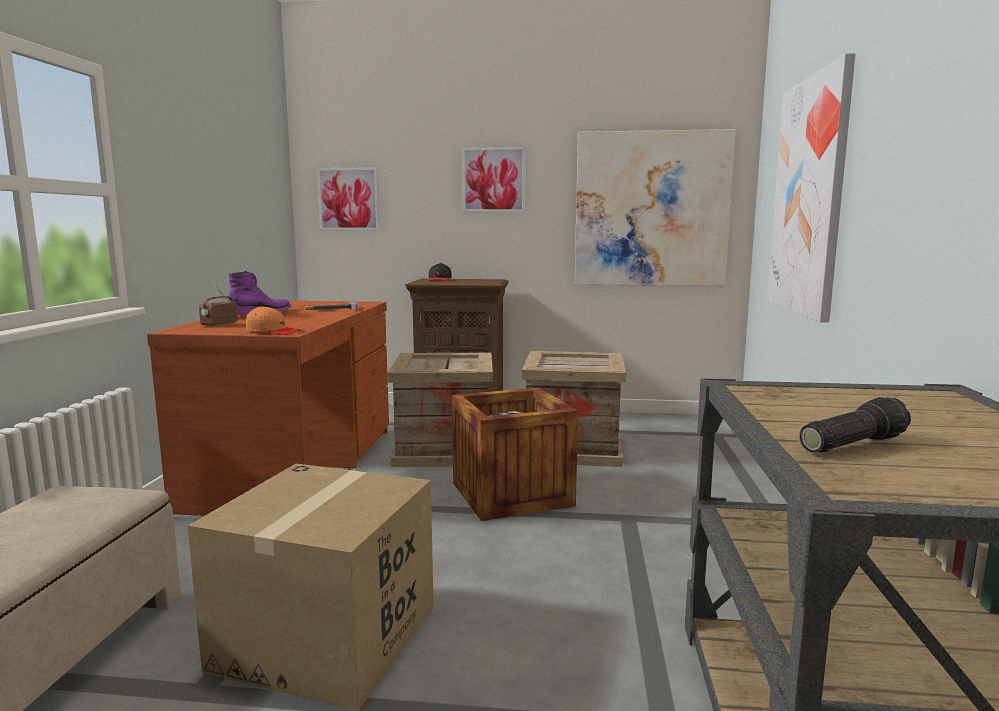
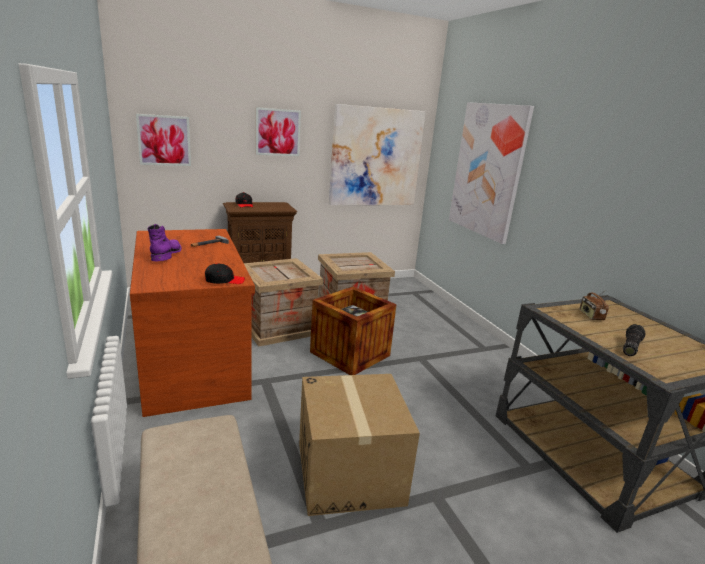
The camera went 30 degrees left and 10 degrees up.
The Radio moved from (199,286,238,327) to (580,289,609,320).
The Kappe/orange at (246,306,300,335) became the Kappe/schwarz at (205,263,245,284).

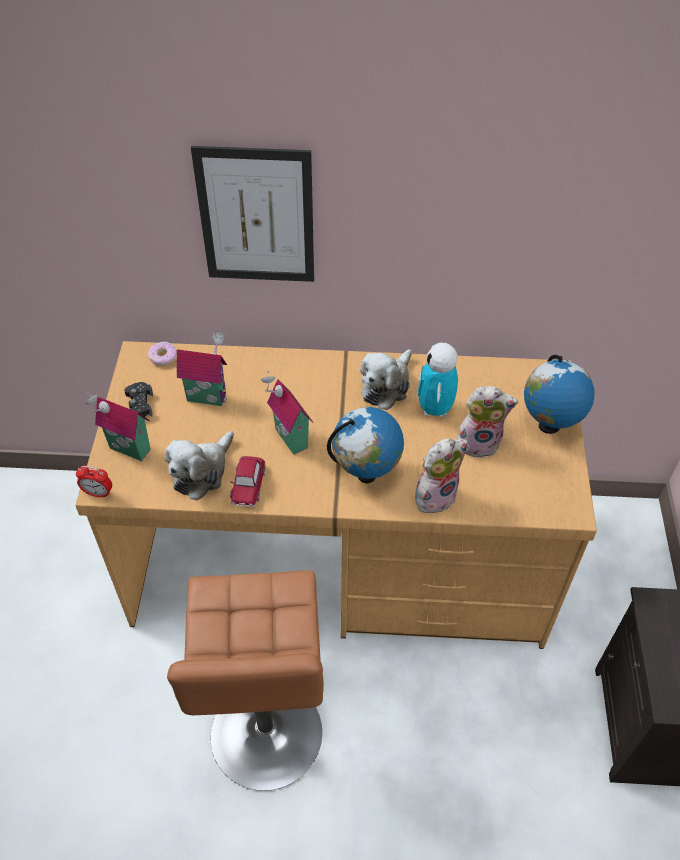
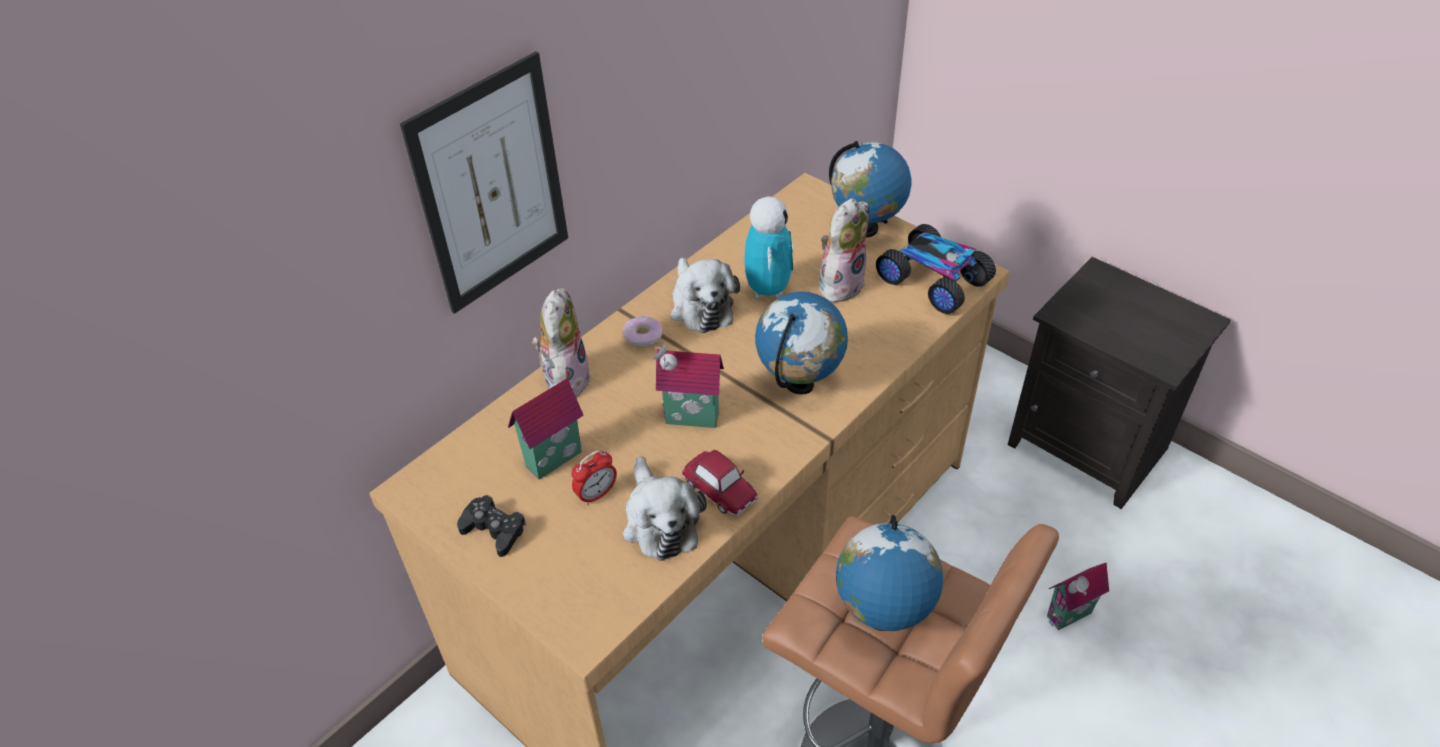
The camera went 50 degrees left and 5 degrees down.
The Wecker moved from (76,466,112,498) to (572,450,617,505).
The Spielzeughaus moved from (85,392,151,461) to (1047,563,1109,630).
The Donut moved from (148,341,177,366) to (623,316,663,348).
The Plüschtier moved from (415,438,468,513) to (532,288,590,397).
The Spielzeugroboter at (418,341,458,417) turned 135 degrees counterclockwise.
The Globus at (836,515,943,631) appeared.
The Spielzeugauto at (876,224,996,314) appeared.

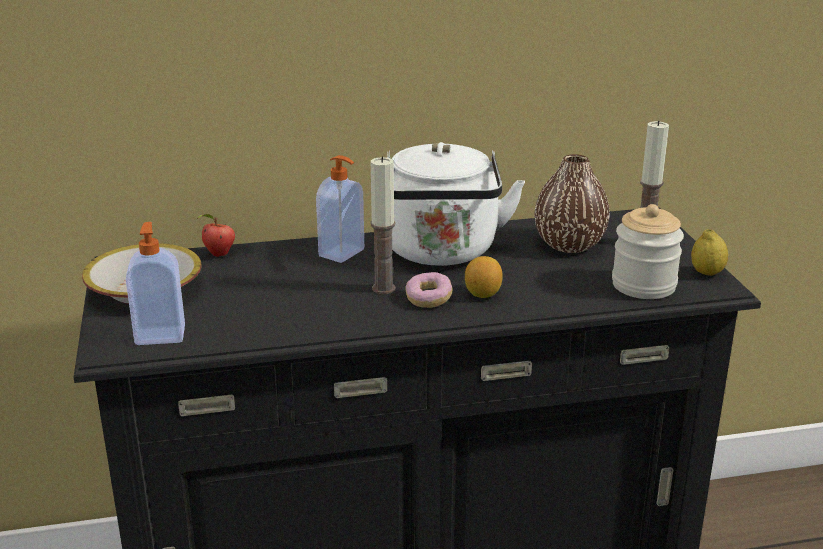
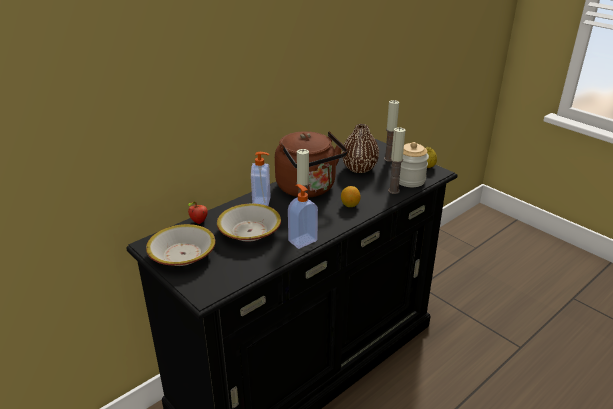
The camera went 30 degrees left and 5 degrees up.
The Seifenspender moved from (126,222,185,345) to (288,184,318,249).
The Wasserkessel/weiß at (387,142,525,266) became the Wasserkessel/braun at (275,131,348,198).
The Donut at (405,272,453,308) disappeared.
The Schüssel at (217,204,281,242) appeared.
The Kerze at (388,127,405,194) appeared.

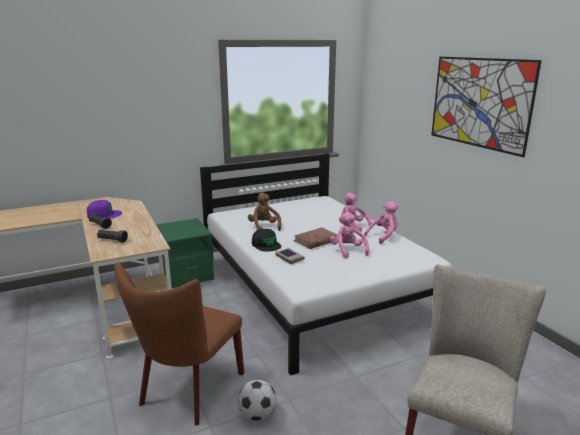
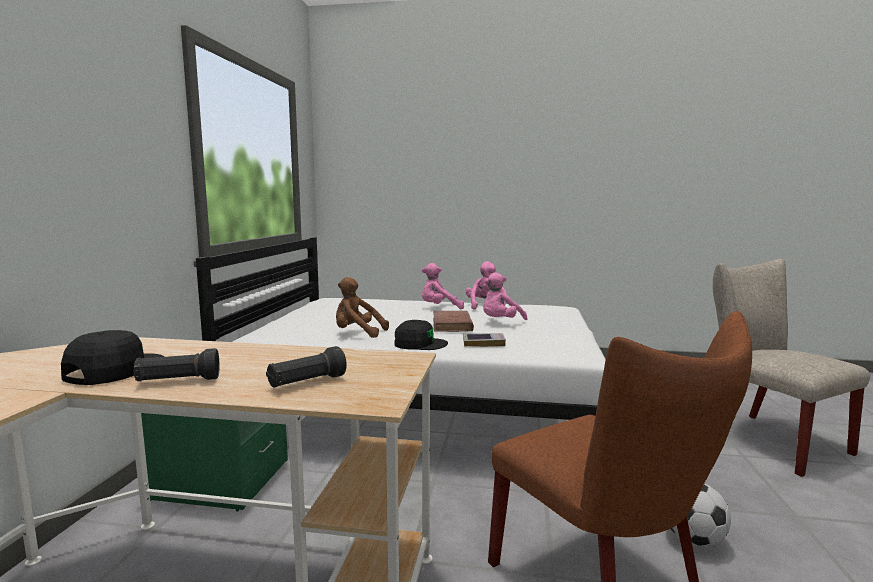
The camera went 55 degrees left and 10 degrees down.
The Kappe/lila at (87,200,122,219) became the Kappe/schwarz at (61,330,165,385).
The Plüschtier/rosa at (330,212,369,258) turned 60 degrees counterclockwise.
The Bild at (431,57,542,157) disappeared.

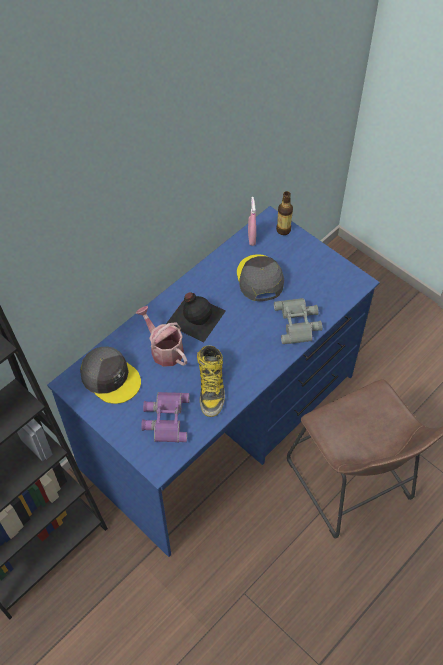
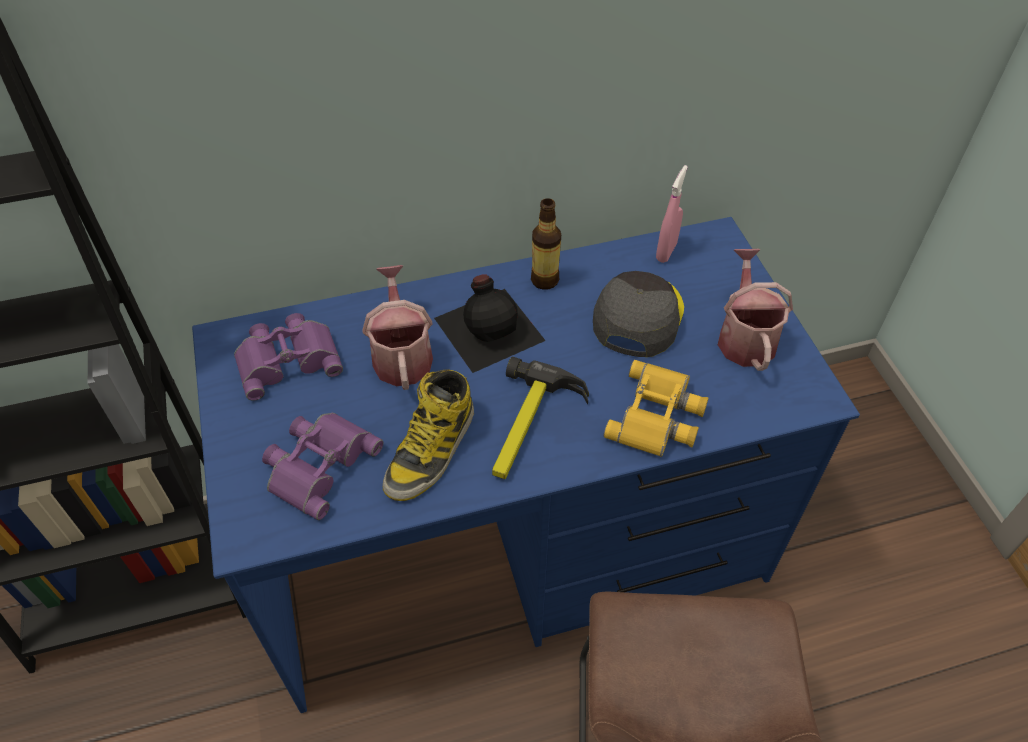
The camera went 30 degrees right and 5 degrees down.
The Kappe/grau at (80,347,141,404) was replaced by the Fernglas/lila at (234,313,343,401).
The Fernglas/grau at (274,298,322,344) became the Fernglas/gelb at (604,360,709,457).
The Flasche moved from (276,191,293,235) to (531,198,561,290).
The Hammer at (492,357,589,479) appeared.
The Gießkanne at (718,249,793,371) appeared.

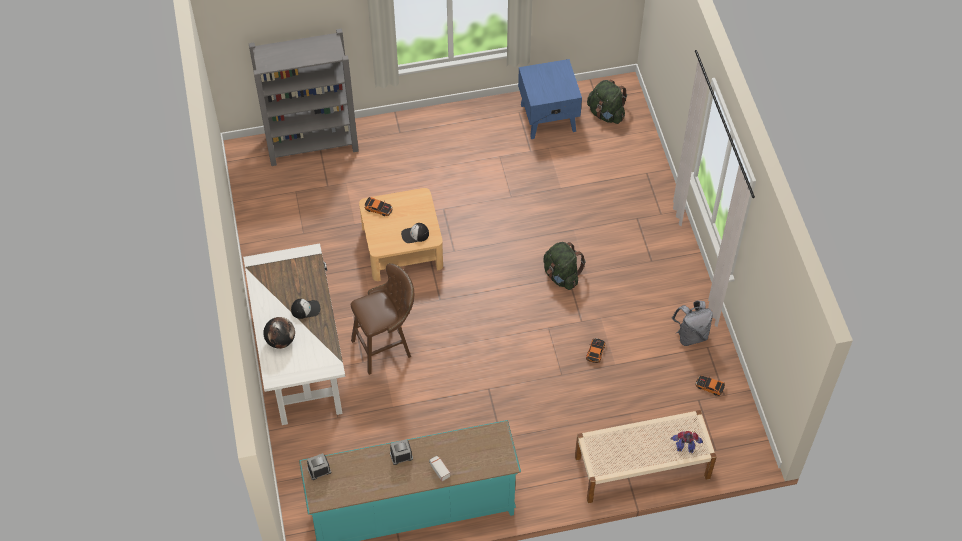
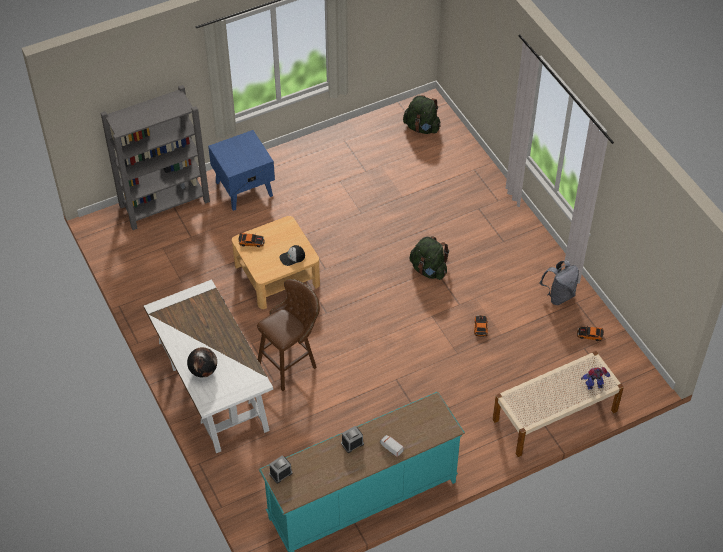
The camera went 15 degrees left and 5 degrees down.
The Kappe at (291,299,320,319) disappeared.
The Nachttisch/blau moved from (518,59,582,139) to (208,130,275,211).

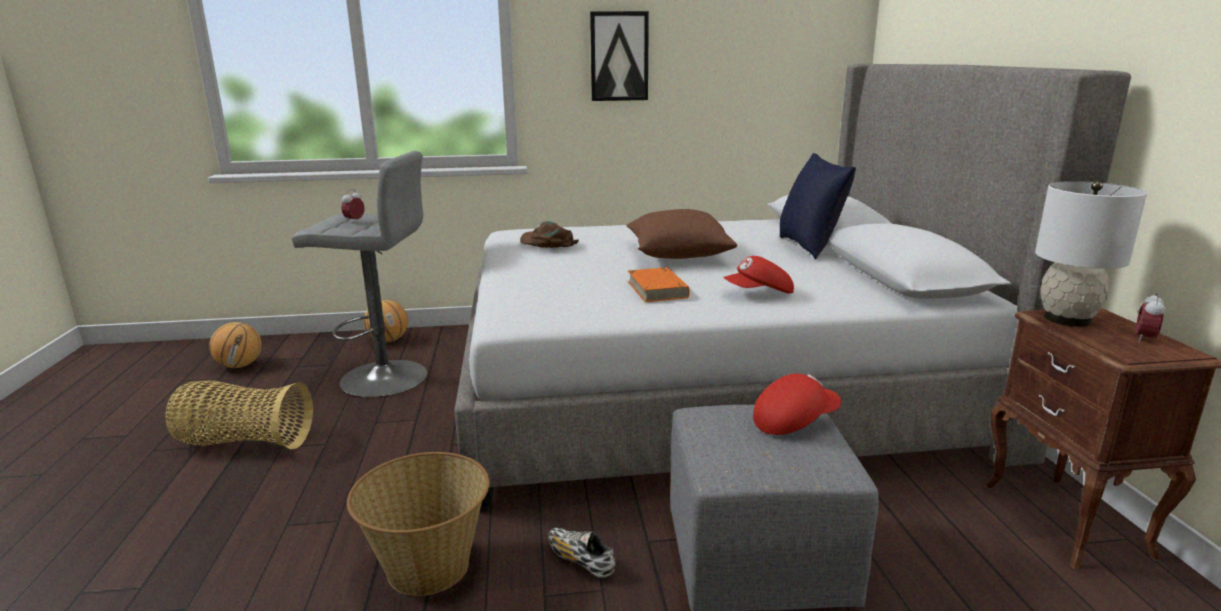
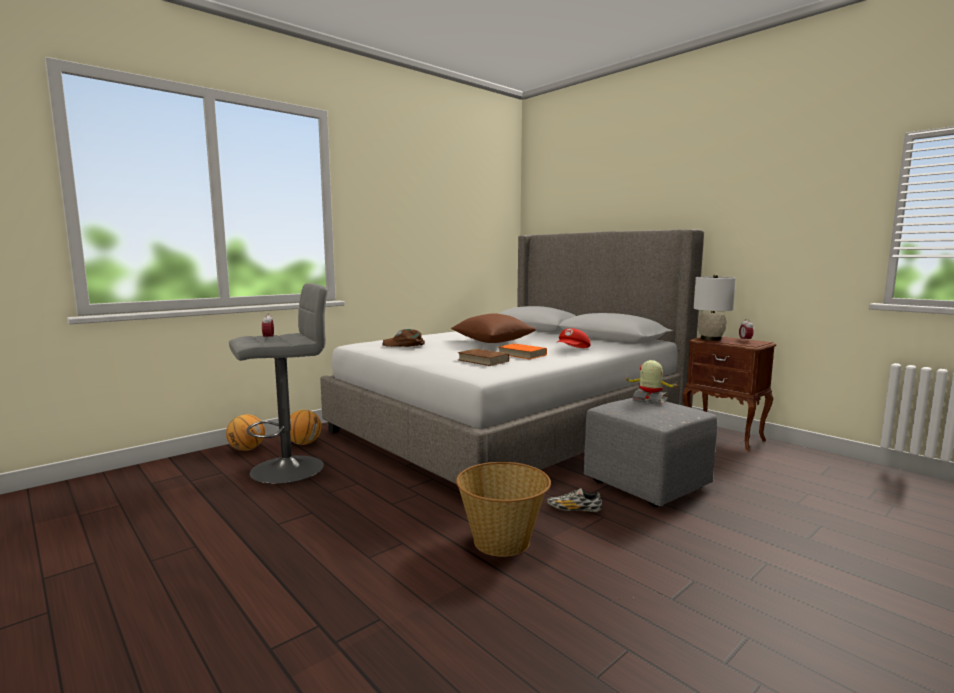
The camera went 35 degrees left and 10 degrees down.
The Korb at (165,380,313,449) disappeared.
The Basketball moved from (209,322,261,368) to (290,410,322,445).
The Bild at (590,11,649,101) disappeared.
The Kappe/rot at (753,374,841,435) was replaced by the Spielzeugroboter at (625,360,679,405).
The Kissen/blau at (780,153,856,259) disappeared.
The Buch/braun at (457,349,509,366) appeared.

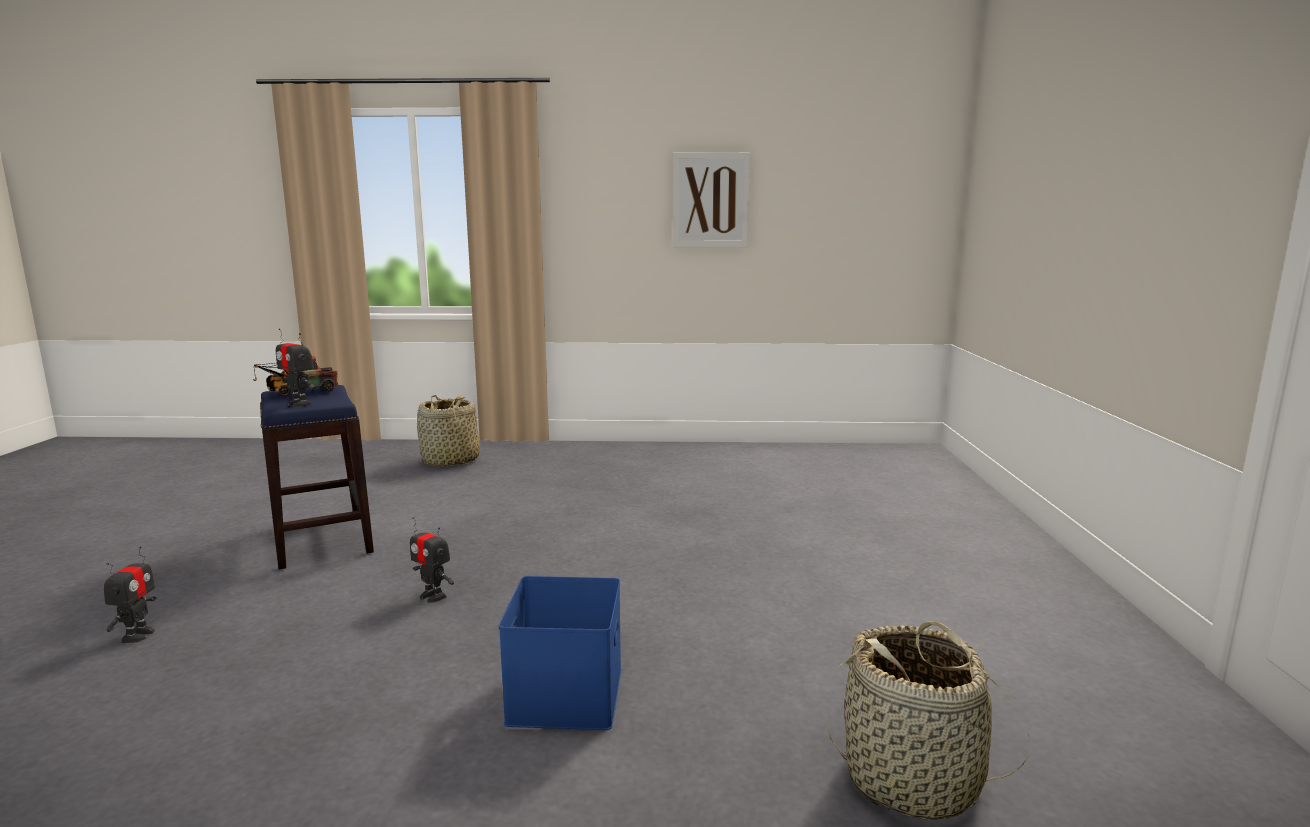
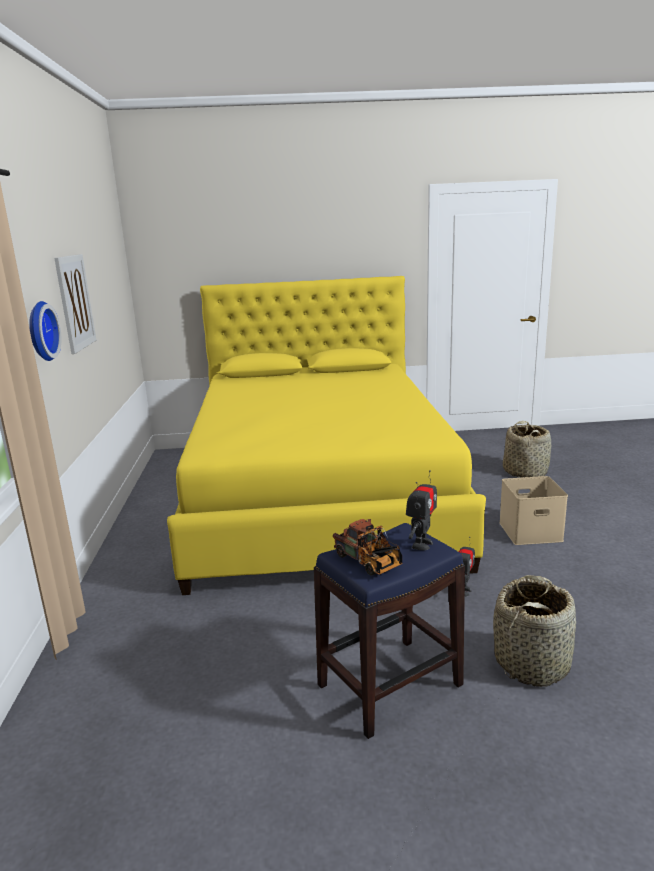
The camera went 95 degrees left and 5 degrees up.
The Spielzeugroboter at (104,546,157,643) disappeared.
The Korb moved from (417,394,480,467) to (493,575,576,687).
The Aufbewahrungsbox/blau at (499,576,621,730) became the Aufbewahrungsbox/beige at (499,476,568,545).
The Wanduhr at (29,301,61,361) appeared.
The Bett/gelb at (167,276,486,595) appeared.

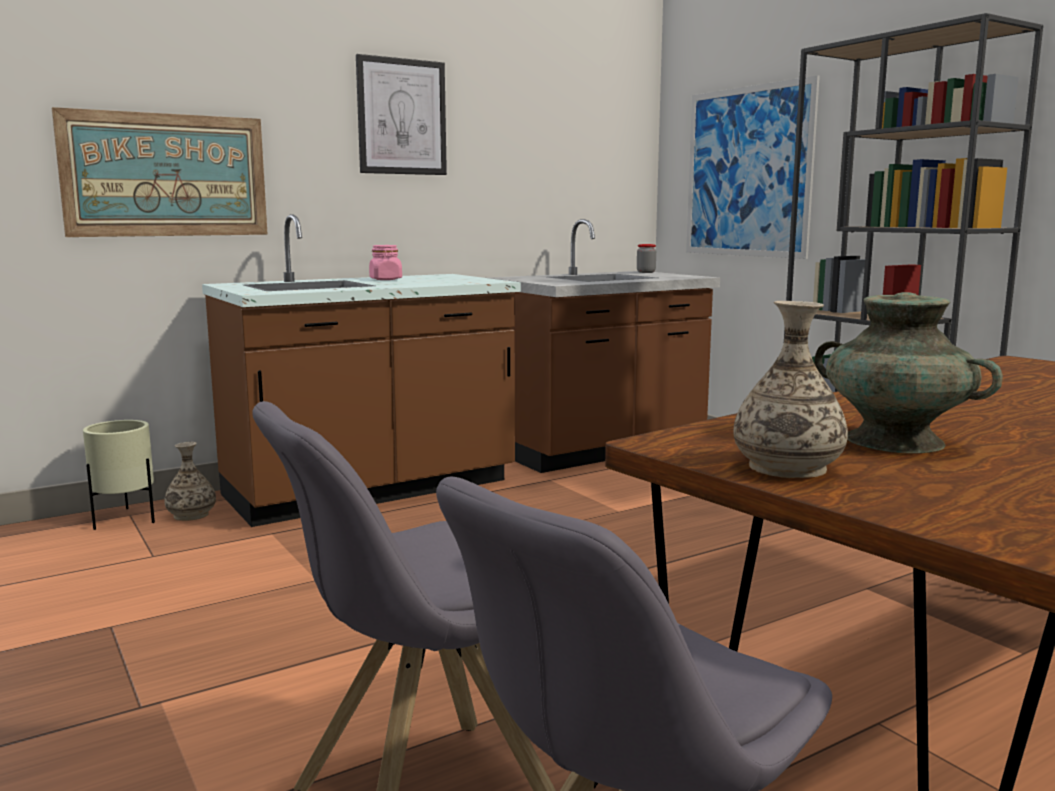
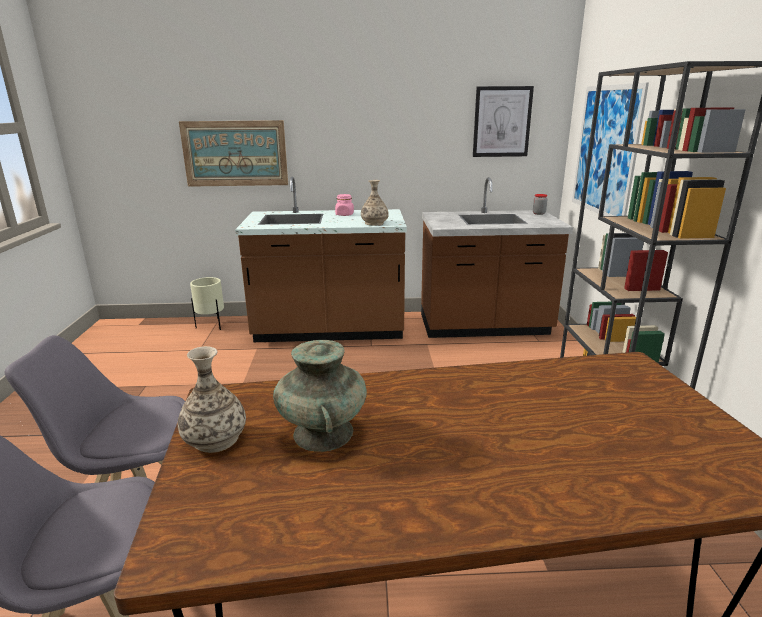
The camera went 30 degrees right and 10 degrees up.
The Vase moved from (164,442,216,521) to (361,180,389,225).
The Bild moved from (356,54,447,175) to (473,86,534,157).

